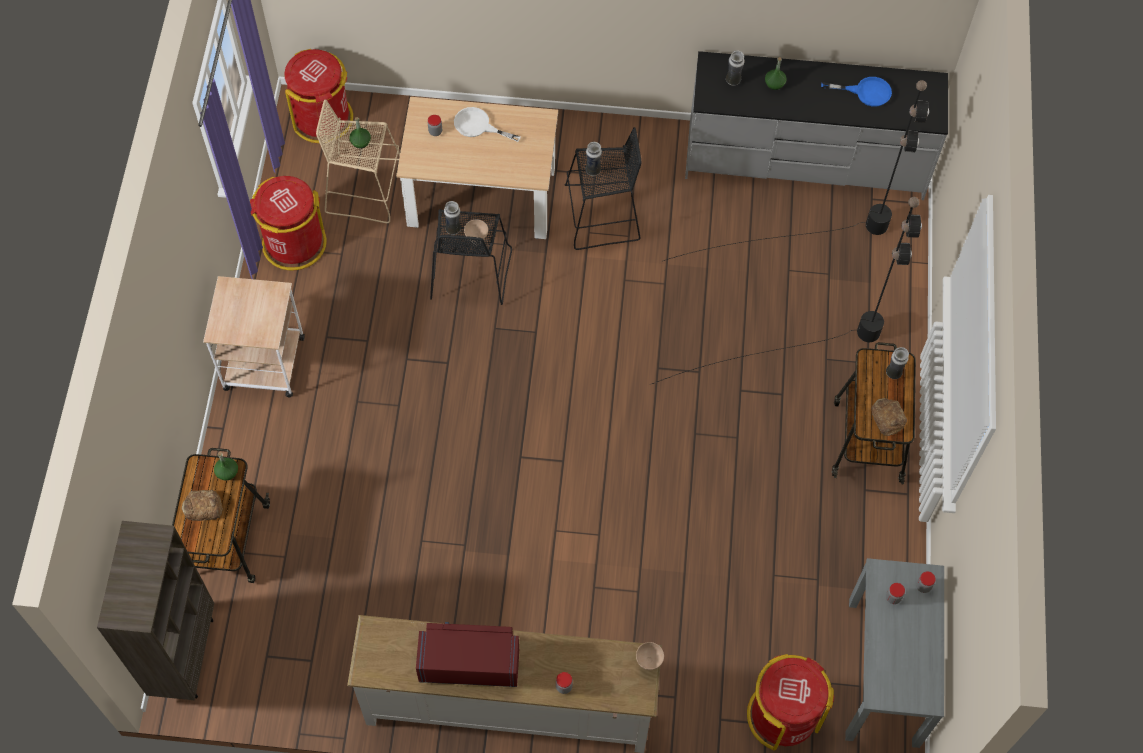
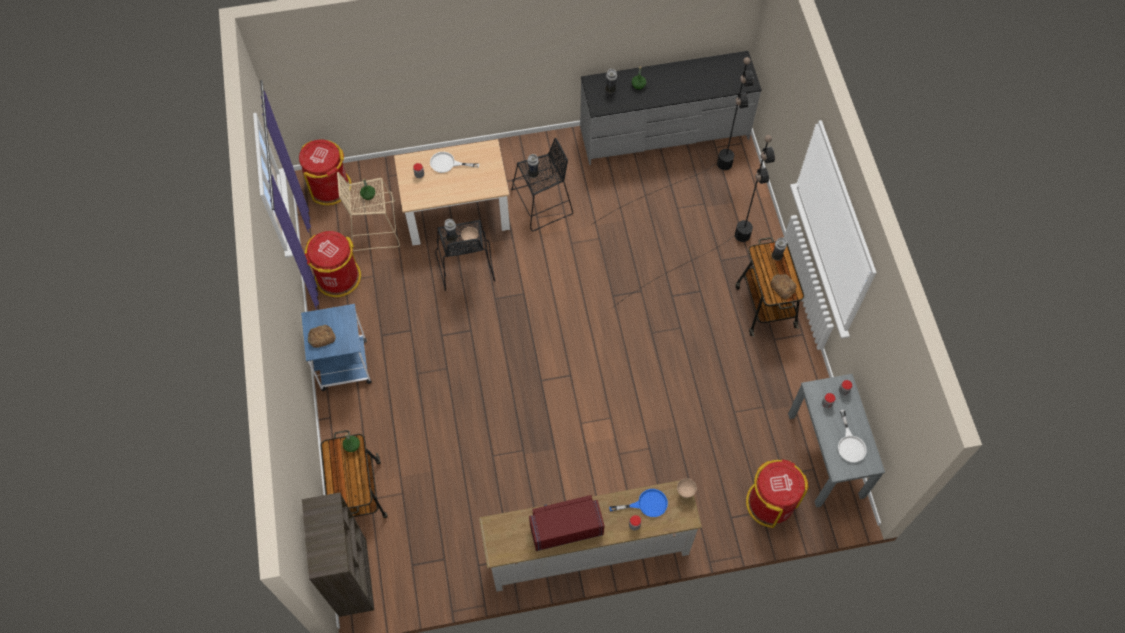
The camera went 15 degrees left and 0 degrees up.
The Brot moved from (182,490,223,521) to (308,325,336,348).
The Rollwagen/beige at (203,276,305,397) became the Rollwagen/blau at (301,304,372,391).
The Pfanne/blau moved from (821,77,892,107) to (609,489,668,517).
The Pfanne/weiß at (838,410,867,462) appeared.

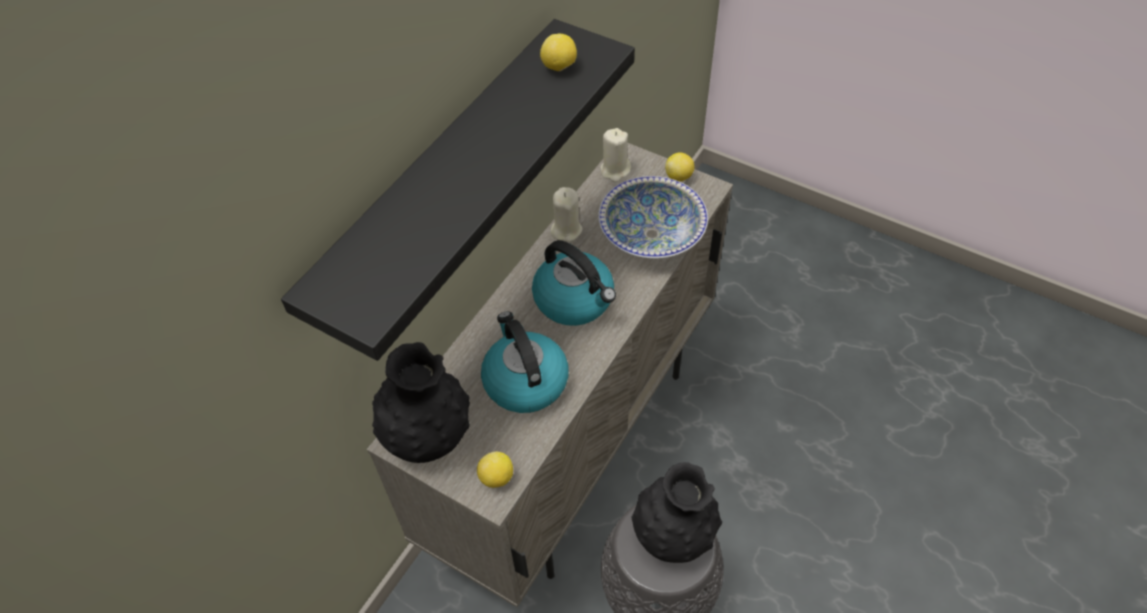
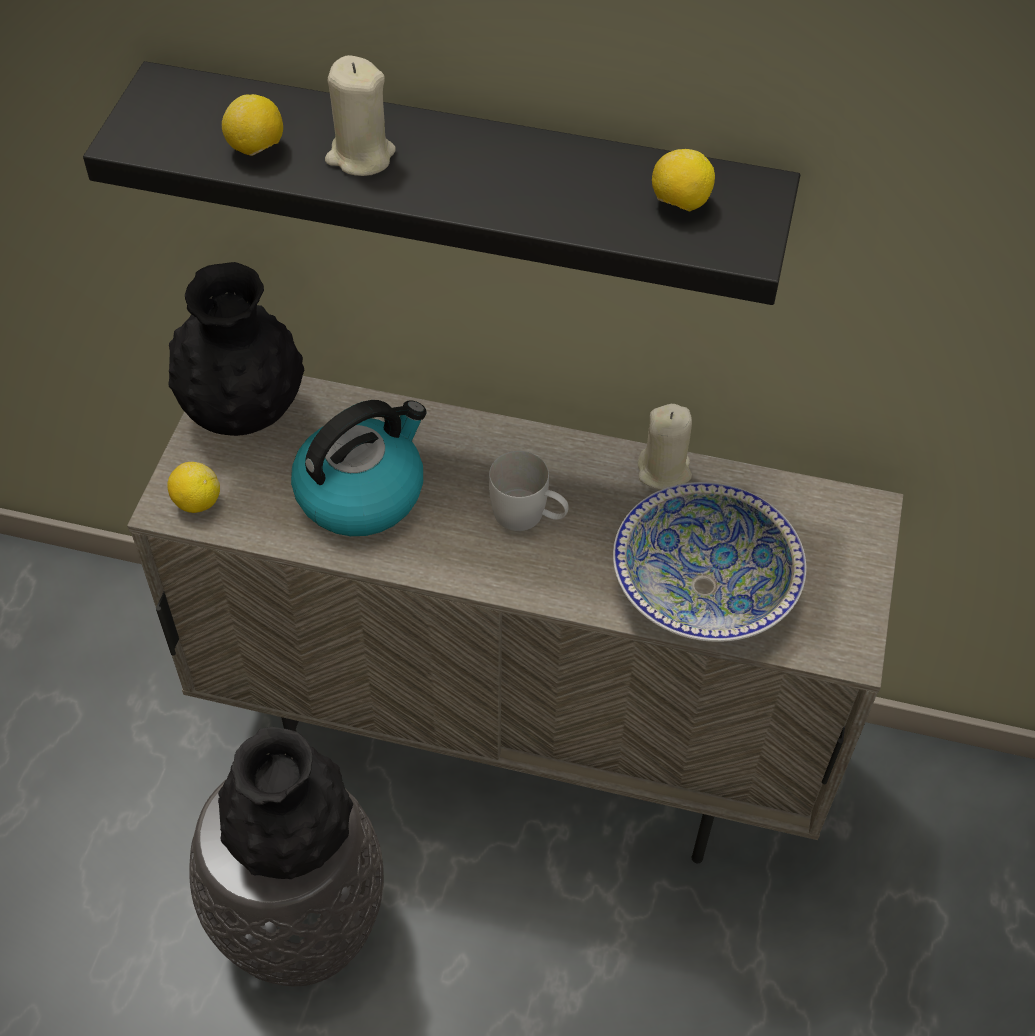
The camera went 70 degrees right and 0 degrees up.
The Wasserkessel at (532,240,616,326) was replaced by the Henkelbecher/weiß at (489,451,569,531).
The Kerze/beige moved from (601,128,631,182) to (325,55,395,176).
The Zitrone moved from (665,152,694,182) to (222,94,283,156).

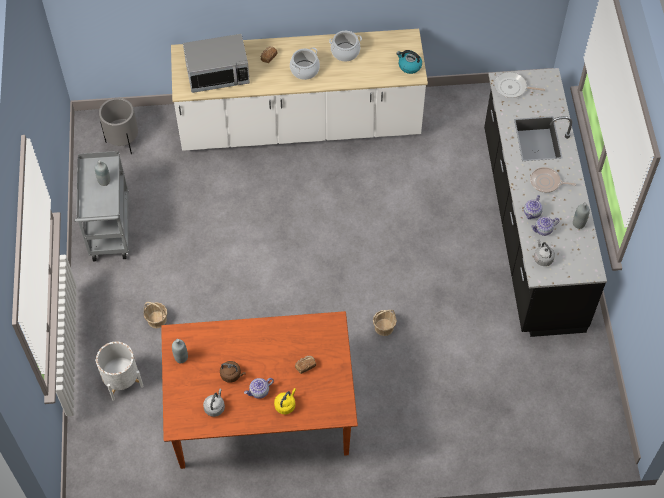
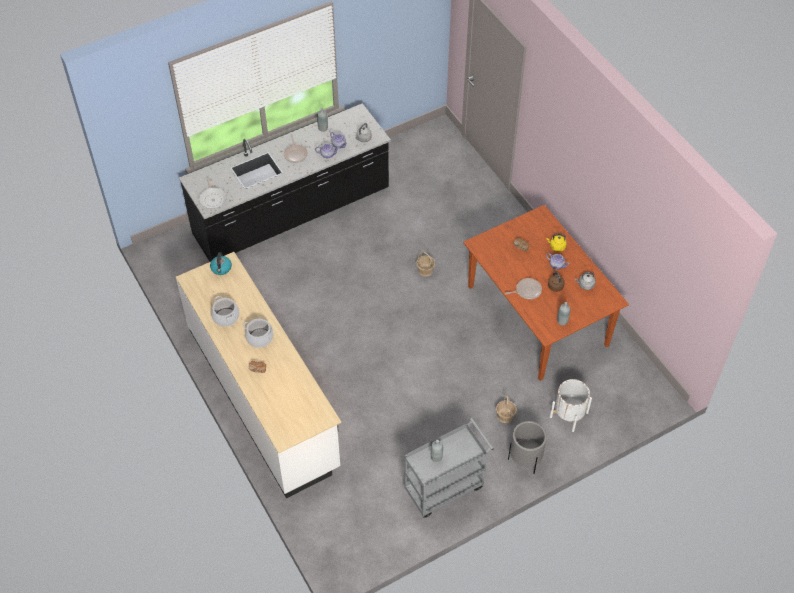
The camera went 115 degrees left and 5 degrees down.
The Pflanzkübel/grau moved from (99,98,138,155) to (508,421,547,474).
The Mikrowelle at (183,34,250,93) disappeared.
The Pfanne at (505,278,542,299) appeared.

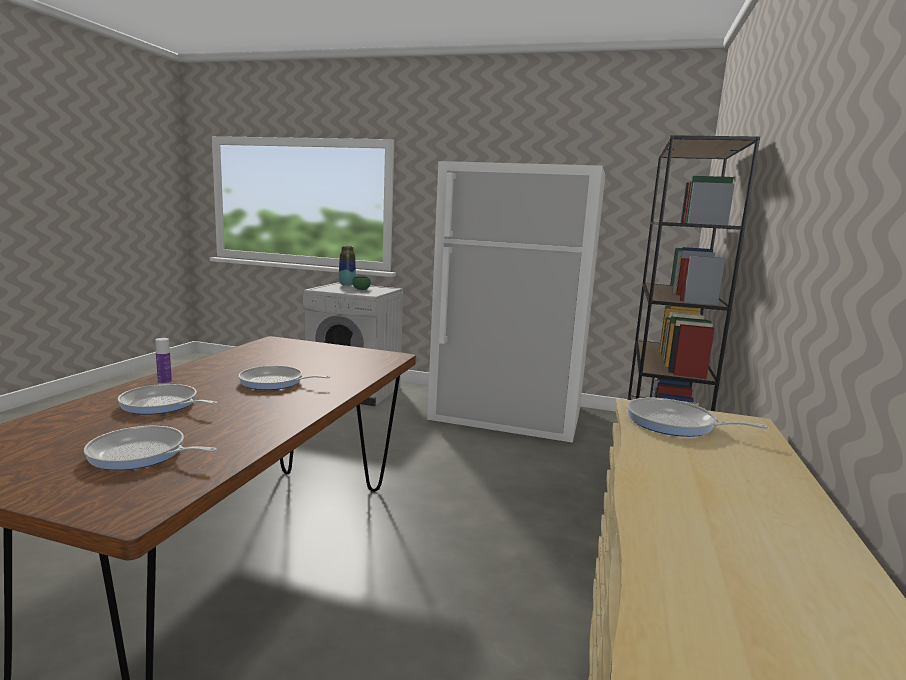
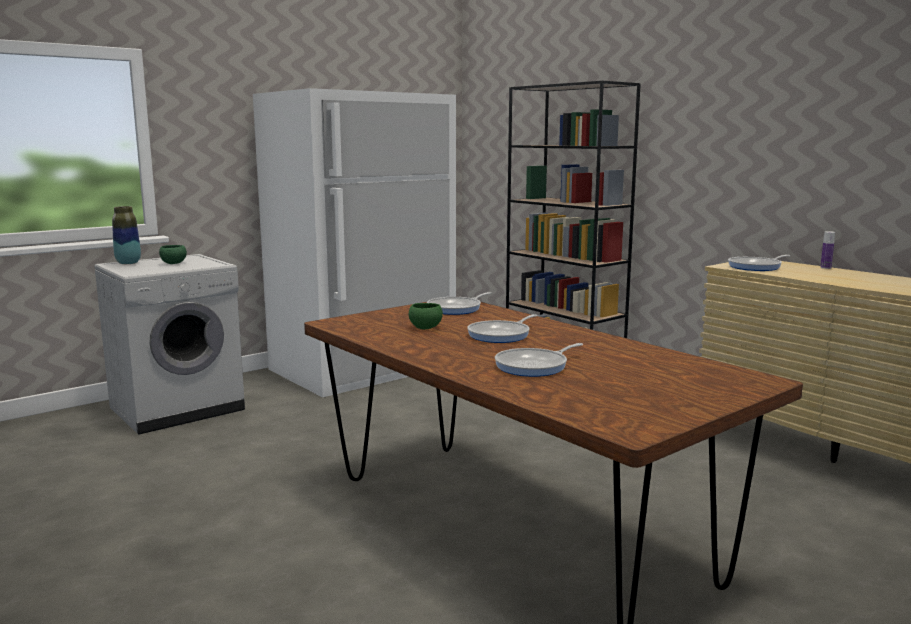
The camera went 55 degrees left and 0 degrees up.
The Pfanne moved from (84,426,217,470) to (427,292,491,315).
The Flasche moved from (155,338,172,384) to (820,231,835,269).
The Schüssel/grün at (409,303,443,329) appeared.

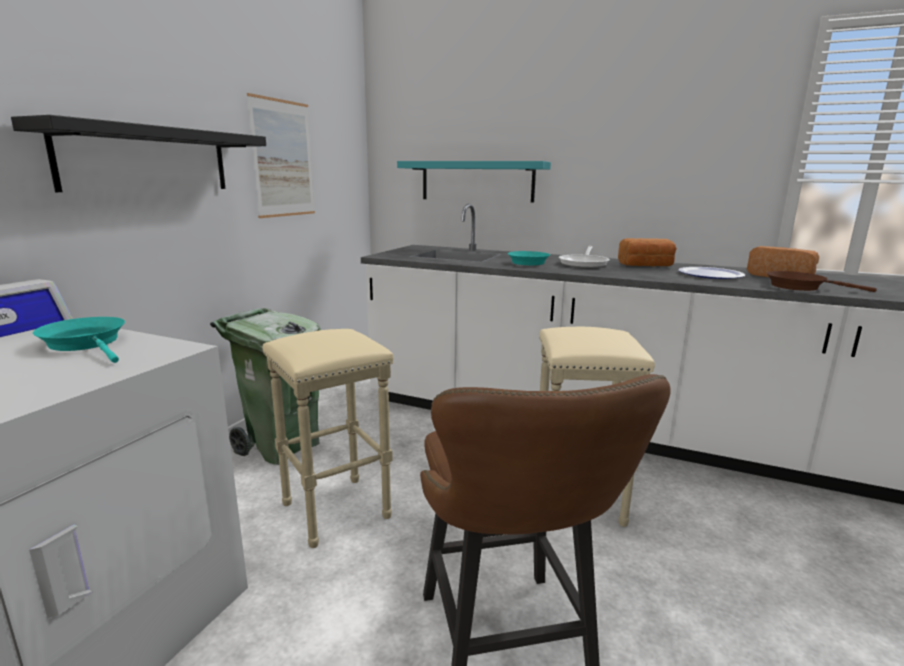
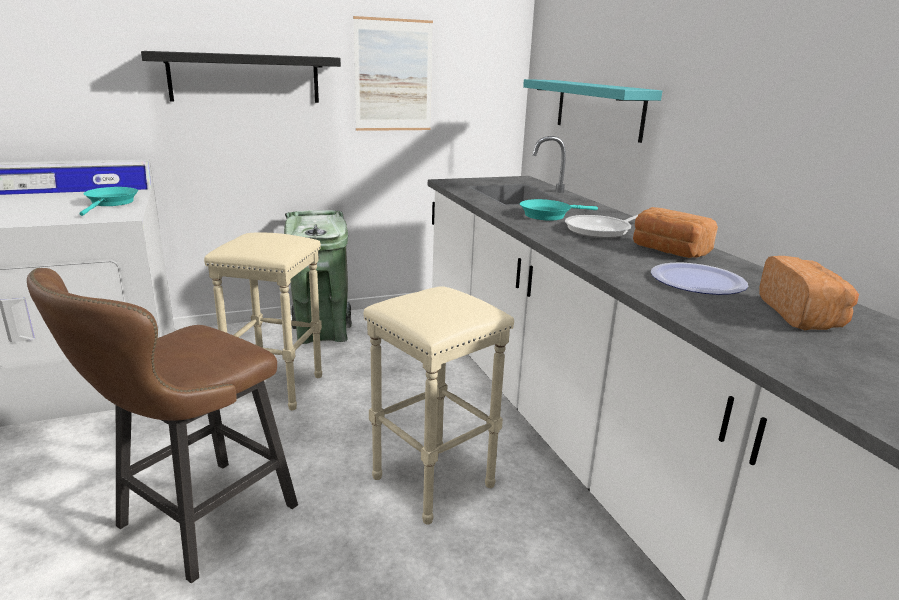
The camera went 45 degrees right and 5 degrees up.
The Pfanne/braun at (766,271,877,292) disappeared.

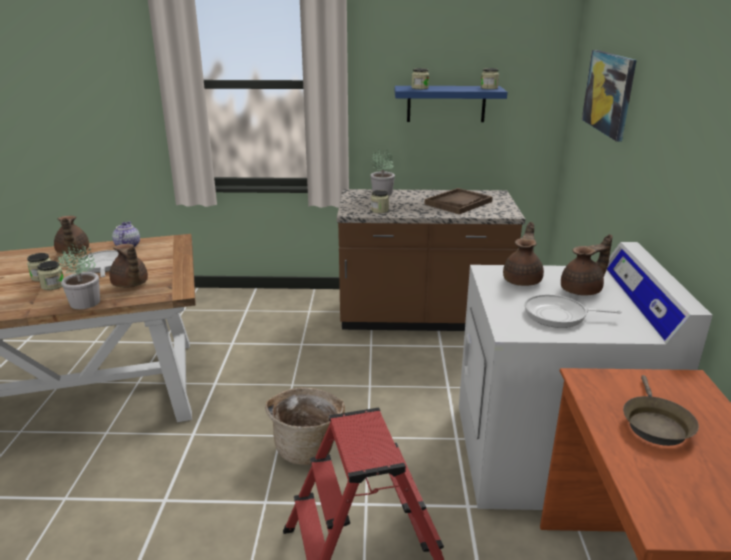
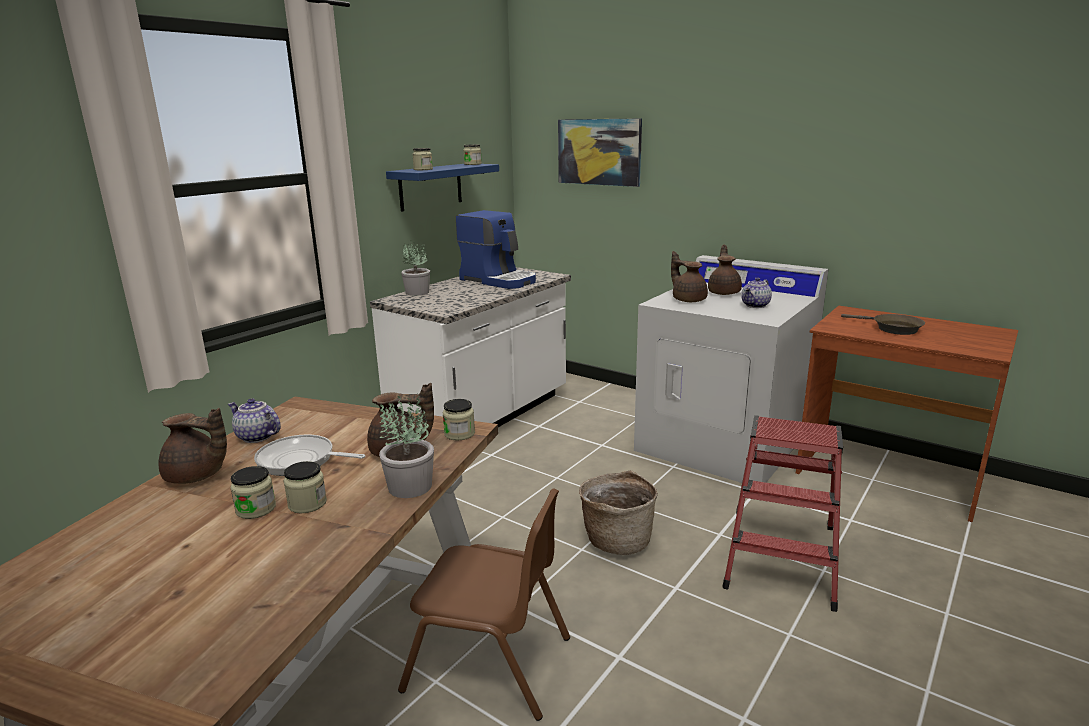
The camera went 55 degrees left and 5 degrees down.
The Küchenzeile/braun at (337,189,525,331) became the Küchenzeile/weiß at (370,267,571,427).
The Vorratsglas moved from (371,190,389,213) to (443,399,475,441).
The Tablett/braun at (425,188,493,214) was replaced by the Kaffeemaschine at (456,210,536,289).
The Pfanne at (525,294,622,328) was replaced by the Teekanne at (741,277,772,308).
The Stuhl/braun at (398,488,570,721) appeared.

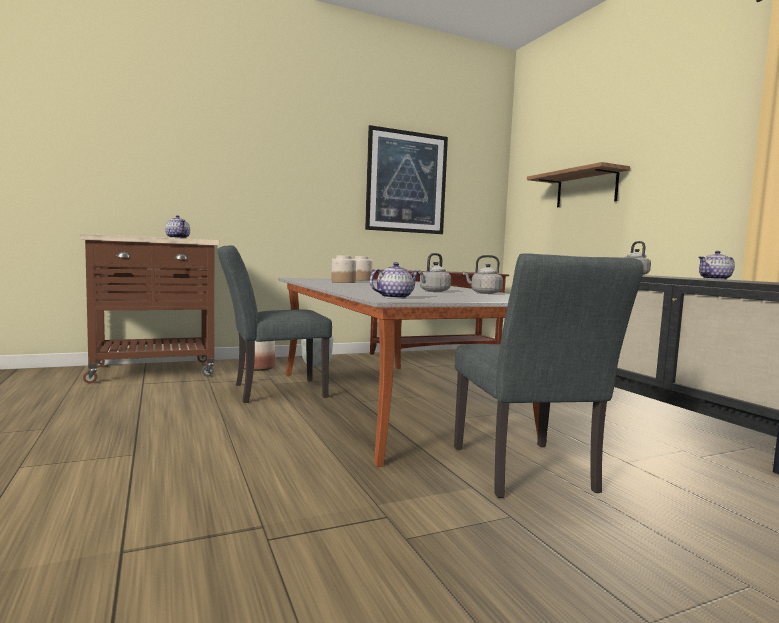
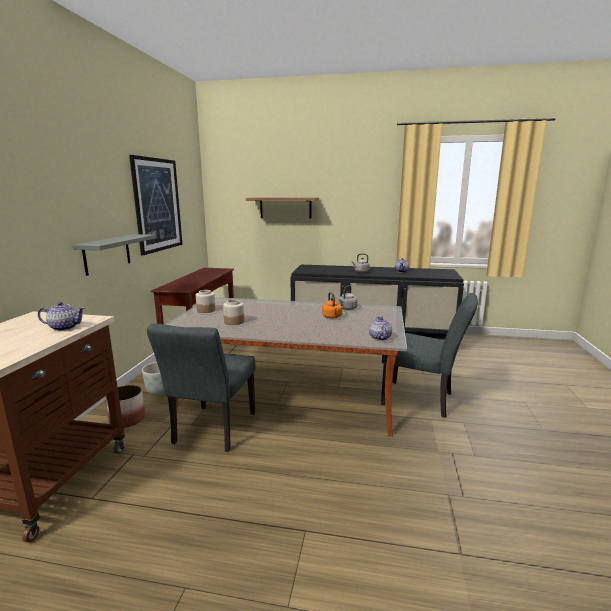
The camera went 55 degrees left and 10 degrees up.
The Wasserkessel/grau at (418,253,451,292) became the Wasserkessel/orange at (322,292,342,318).
The Wandregal/grau at (72,234,156,276) appeared.

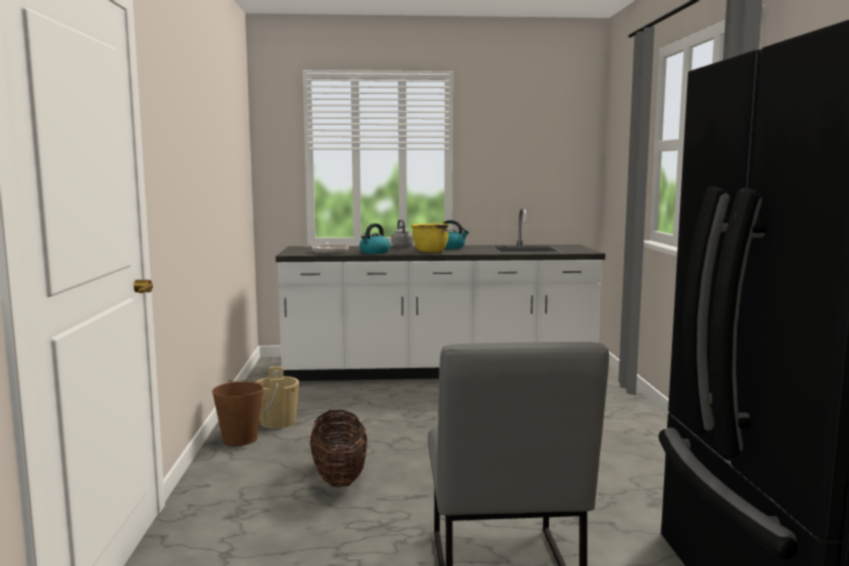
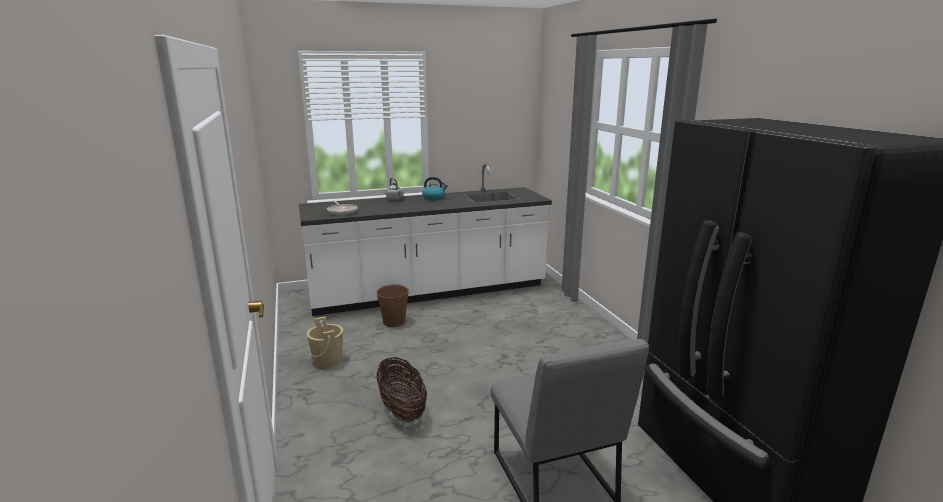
The camera went 15 degrees left and 10 degrees up.
The Eimer/braun moved from (212,380,264,446) to (376,284,409,327).
The Wasserkessel at (360,223,390,254) disappeared.
The Kochtopf/gelb at (411,223,450,253) disappeared.

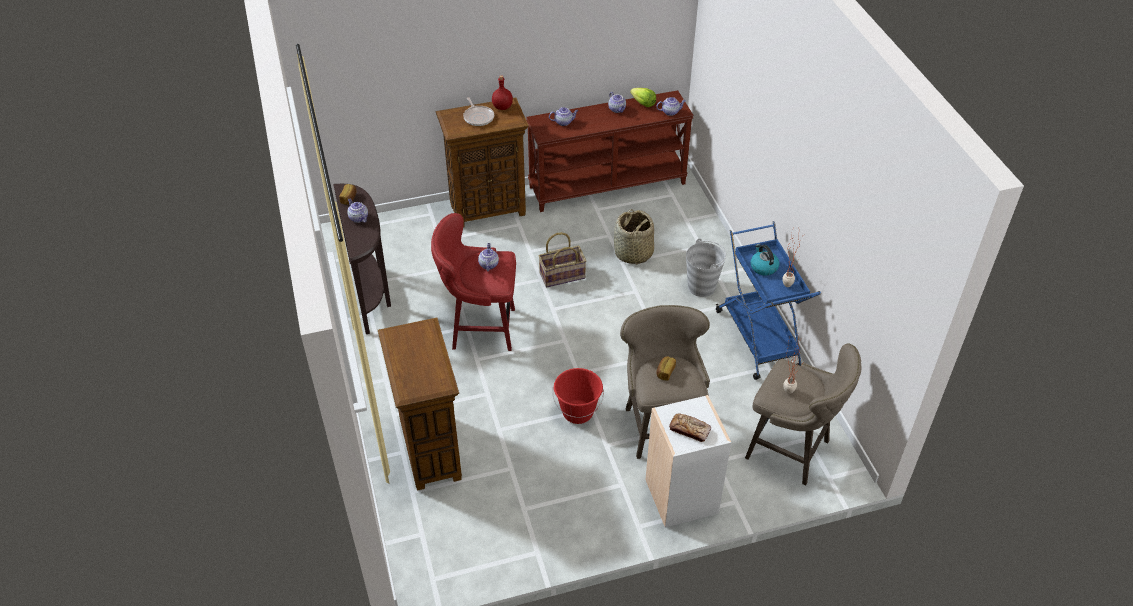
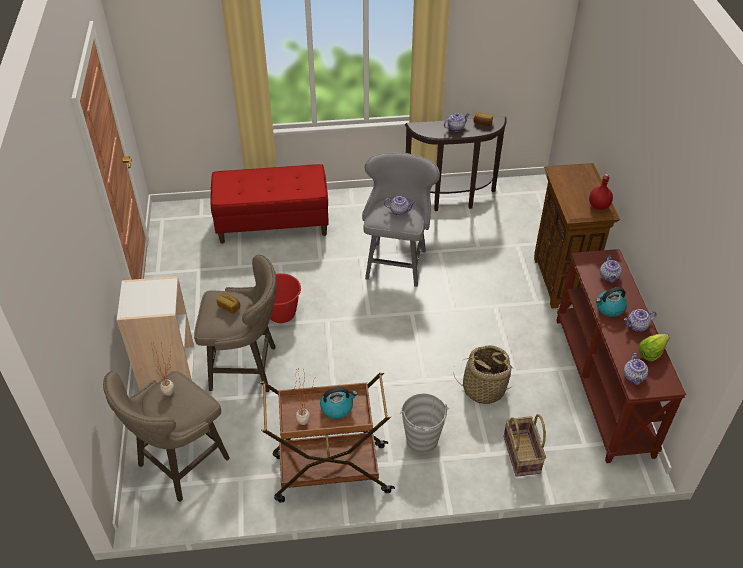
The camera went 100 degrees right and 0 degrees up.
The Schrank/braun at (378,318,462,491) was replaced by the Bank/rot at (210,164,329,244).
The Hocker/rot at (431,213,516,351) became the Hocker/grau at (362,152,440,287).
The Pfanne at (463,97,494,126) disappeared.
The Korb moved from (538,232,587,287) to (504,414,546,477).
The Brot at (669,414,711,442) disappeared.
The Rollwagen/blau at (715,221,822,380) became the Rollwagen/braun at (260,372,395,503).
The Wasserkessel at (596,287,627,317) appeared.

